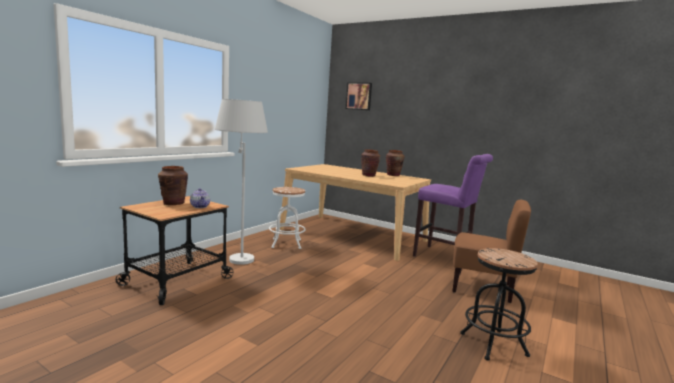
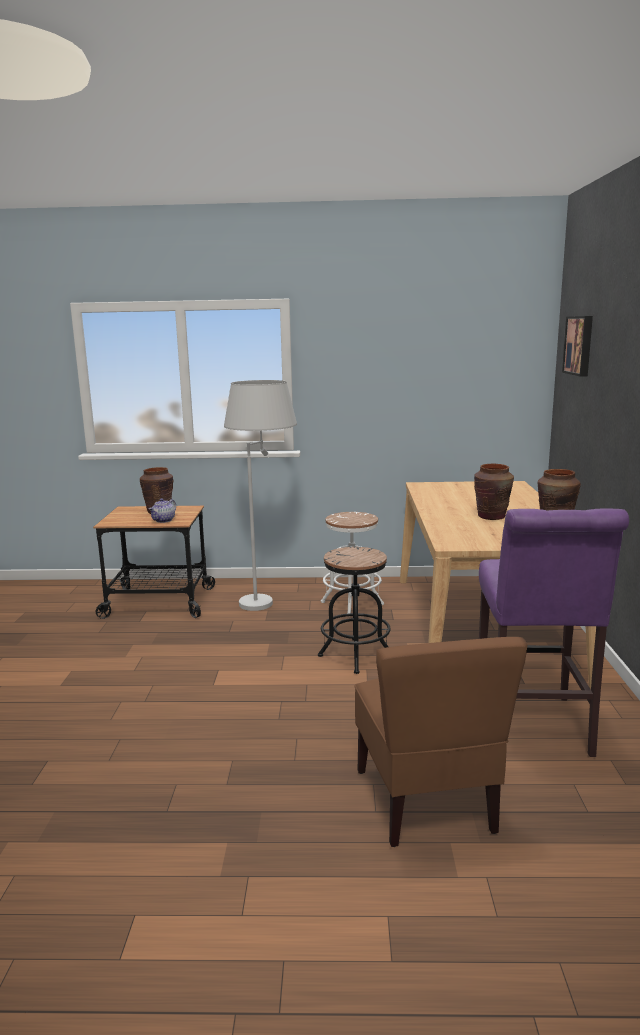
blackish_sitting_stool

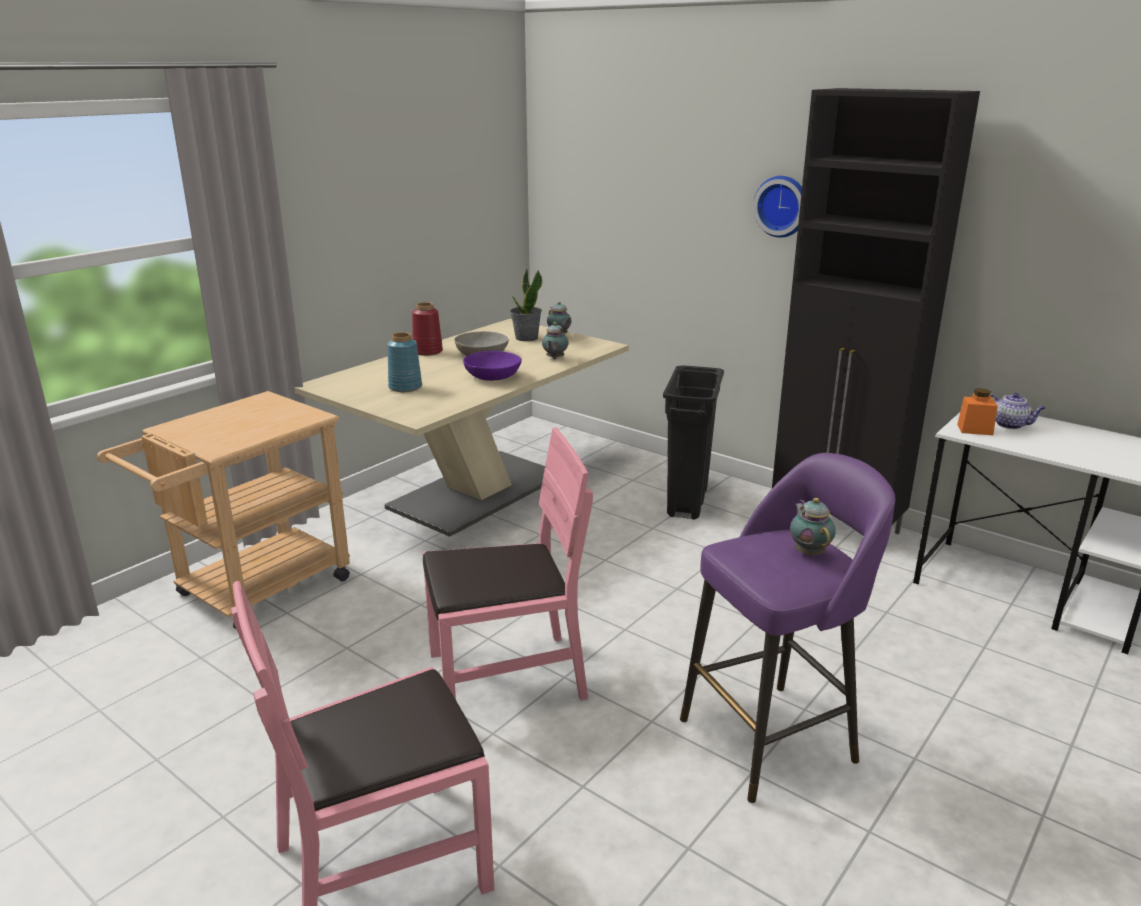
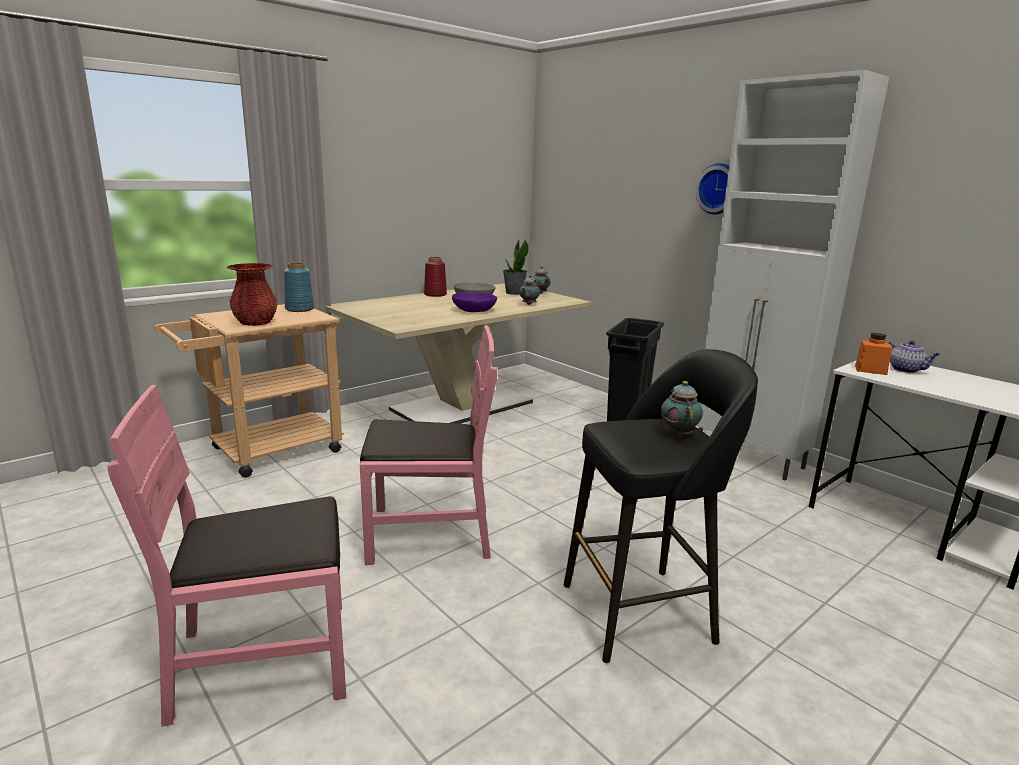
white_cabinet
blue-coloured_flower_vase
blackish_sitting_stool
reddish_flower_vase (no. 1 from left)

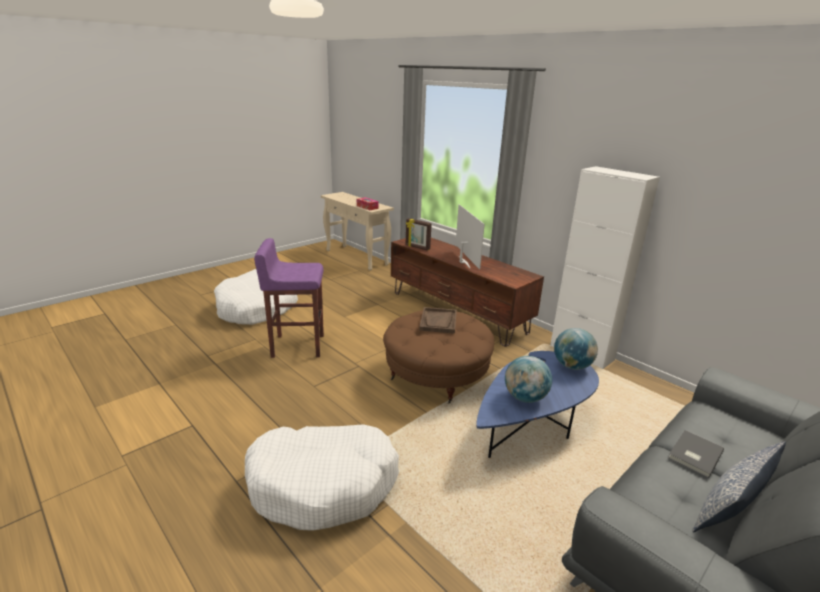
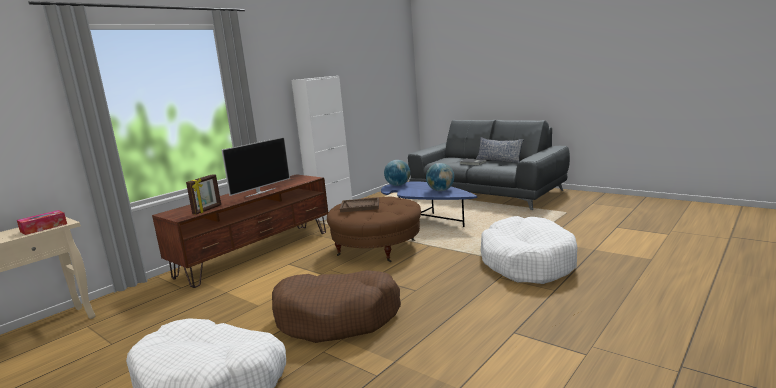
TV_set
brown_pet_bed

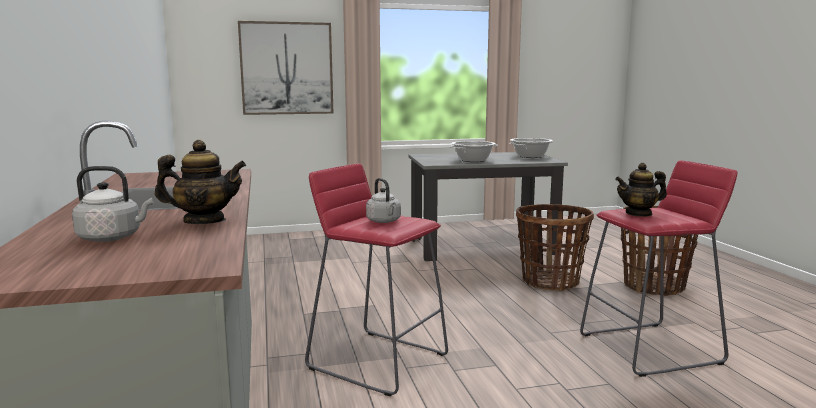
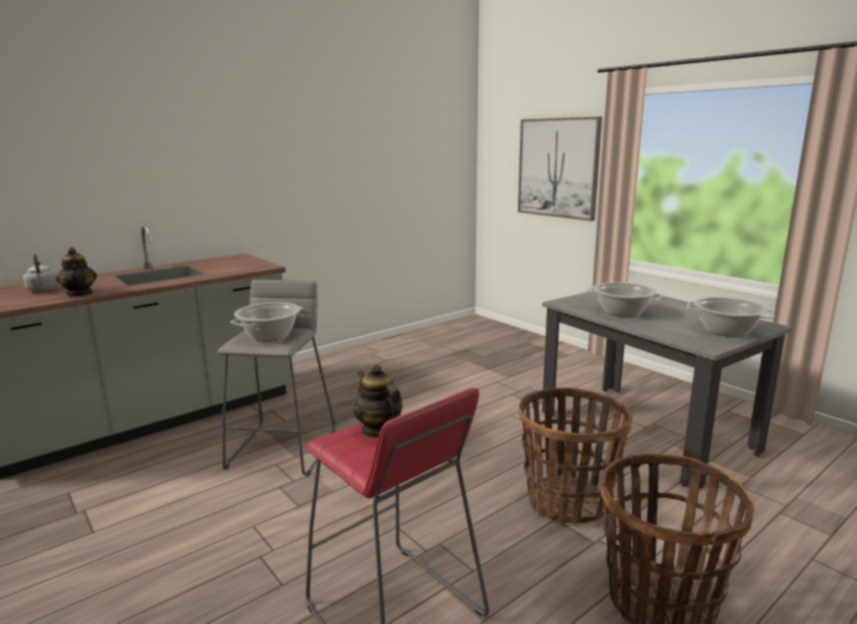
grey_sitting_stool
stockpot (no. 1 from left)

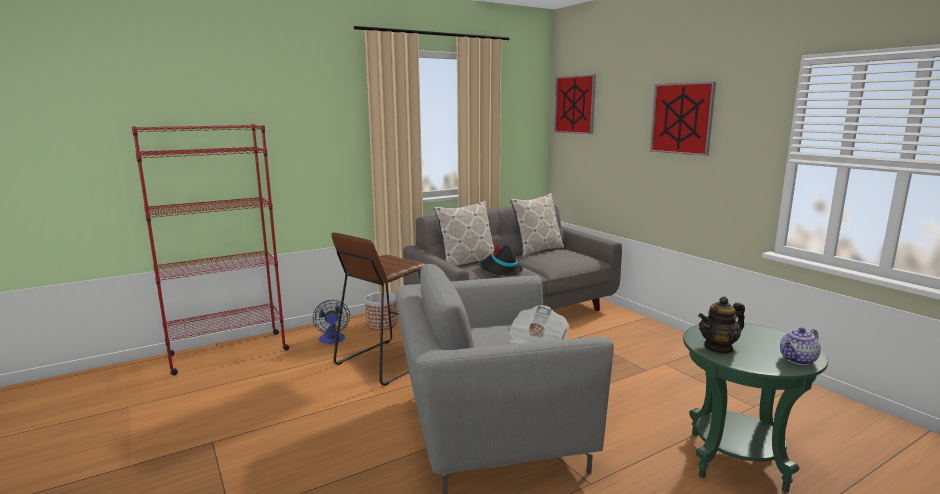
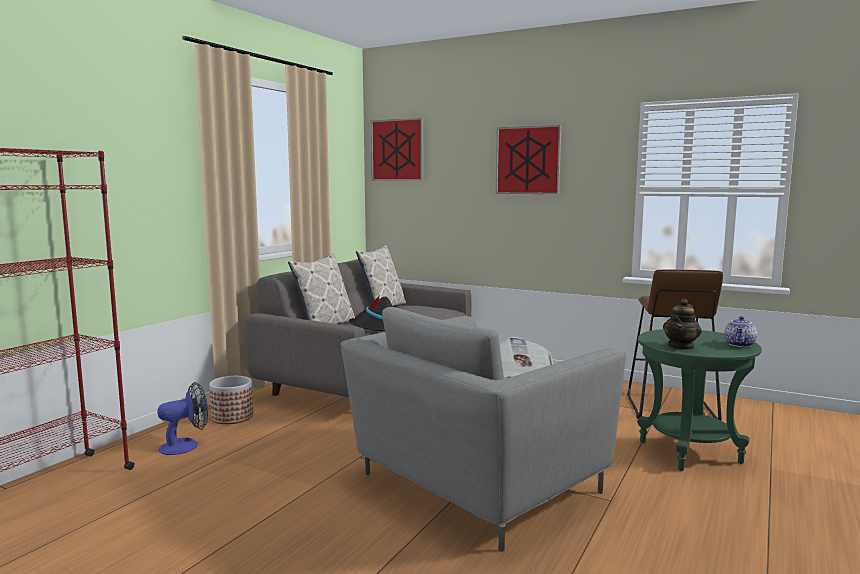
brown_sitting_stool
fan

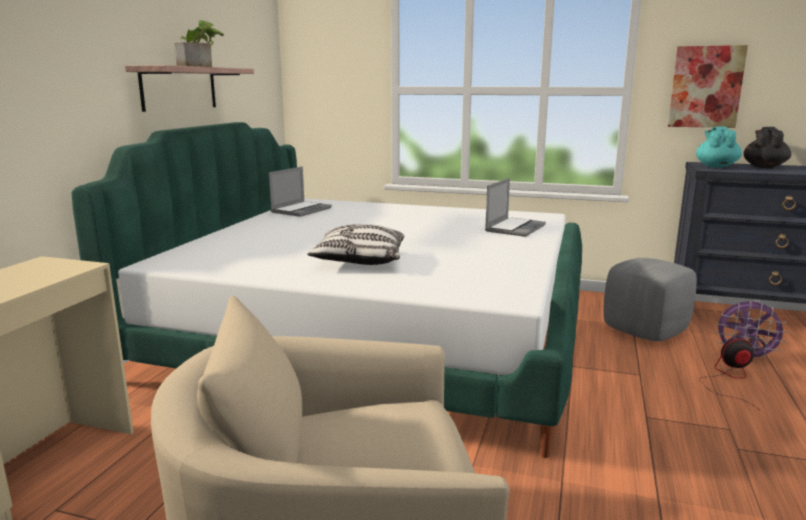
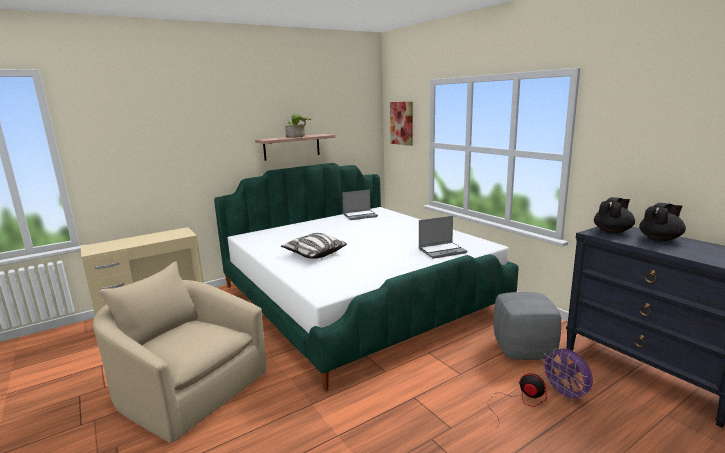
wall_picture
blackish_pot_for_tea (no. 1 from left)

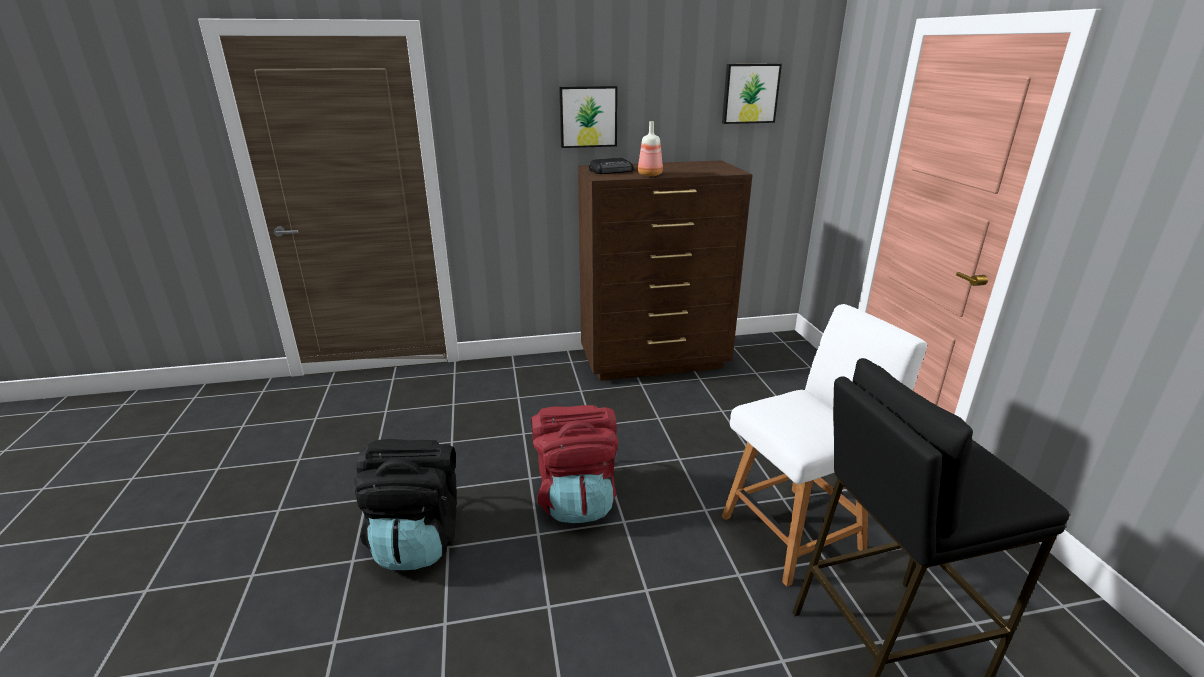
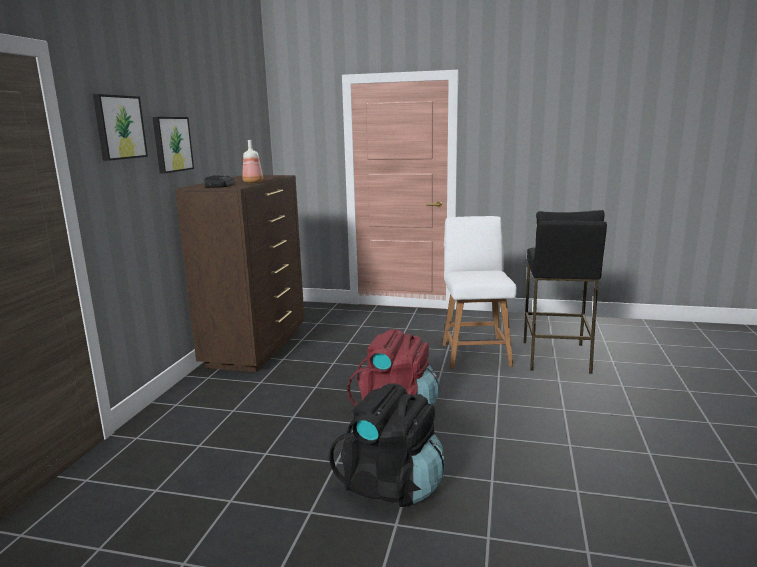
wall_picture (no. 1 from left)

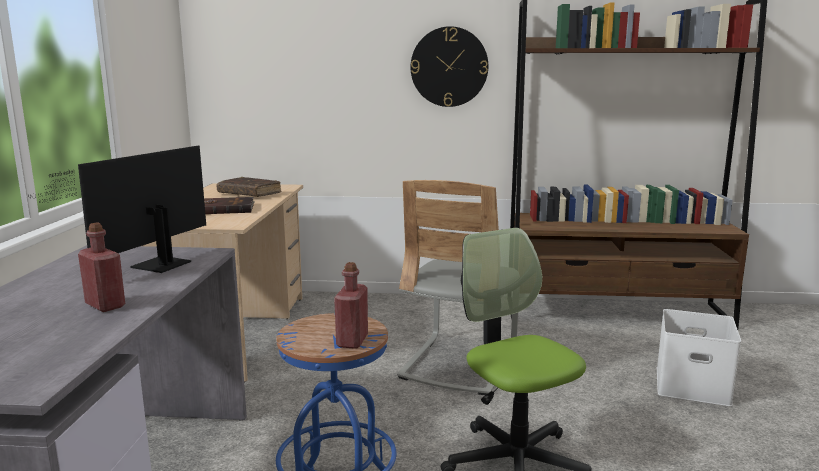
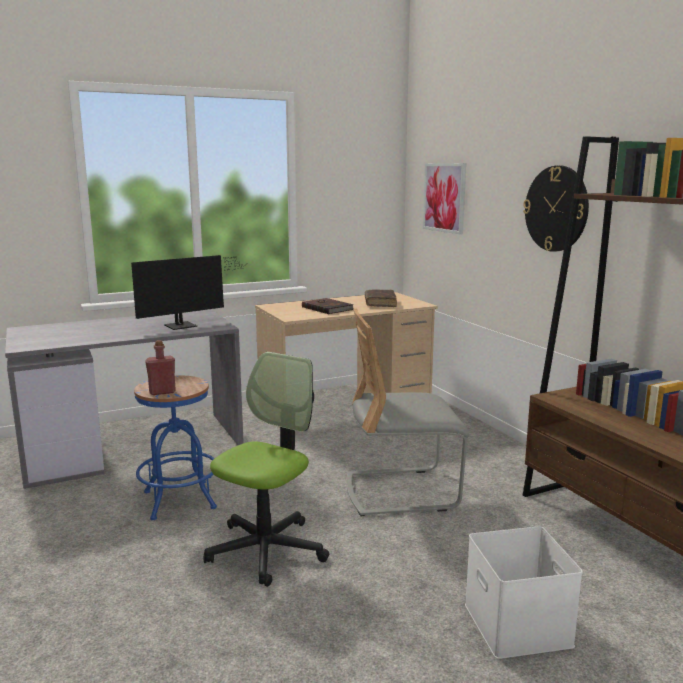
computer_display
reddish_bottle (no. 1 from left in the first image)
wall_picture

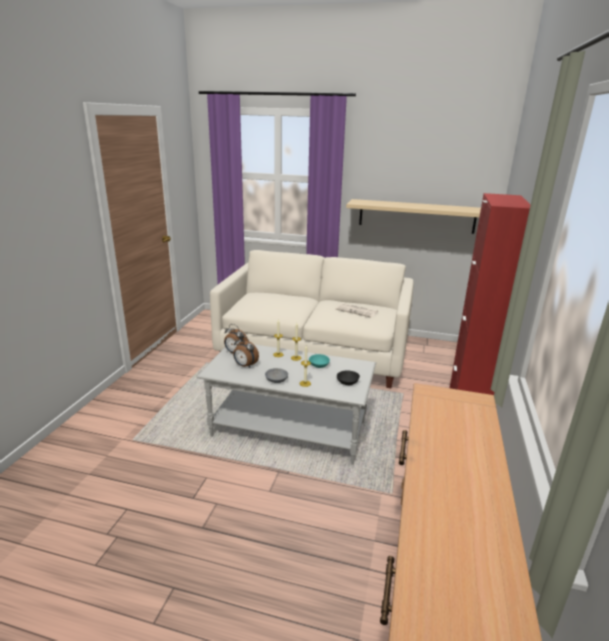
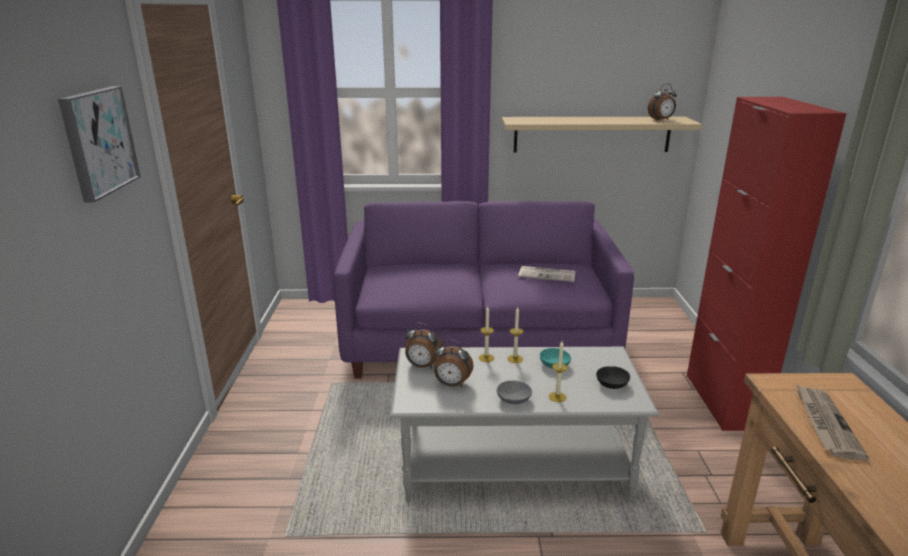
purple_sofa
alarm_clock (no. 3 from left)
wall_picture
newspaper (no. 2 from left)

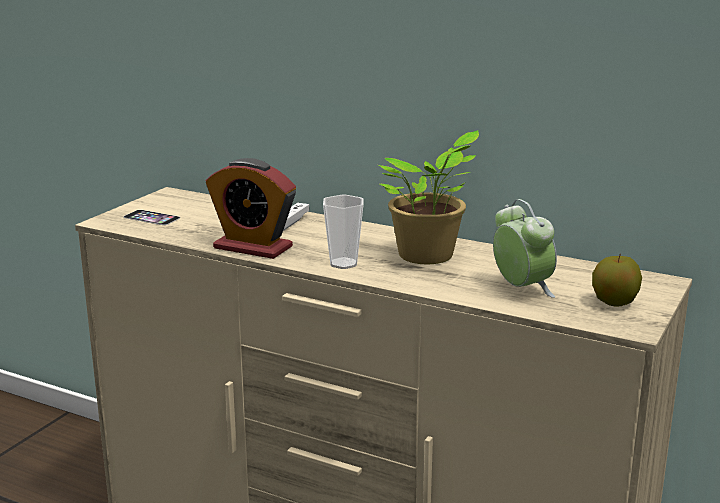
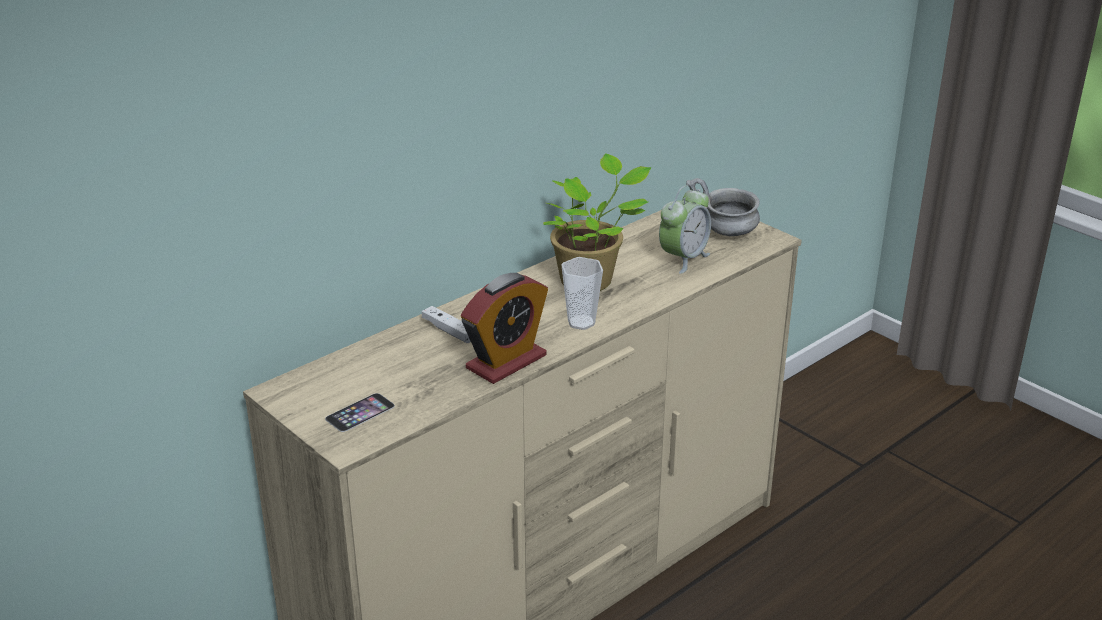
alarm_clock (no. 2 from left)
grey_deep_dish

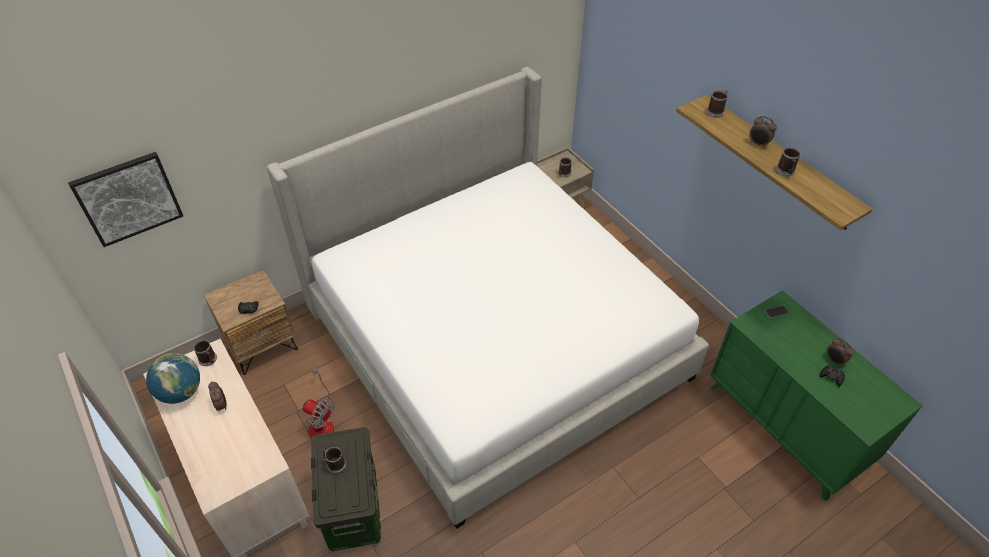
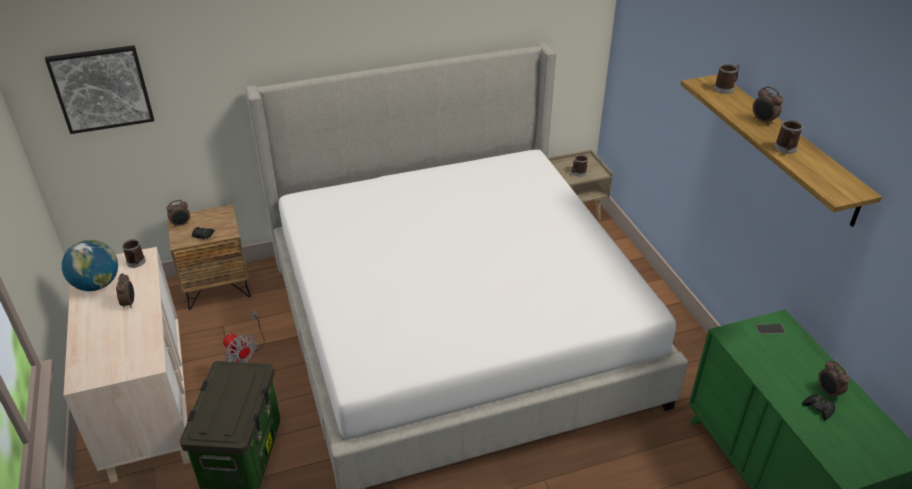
mug (no. 2 from left in the first image)
alarm_clock (no. 2 from left)

